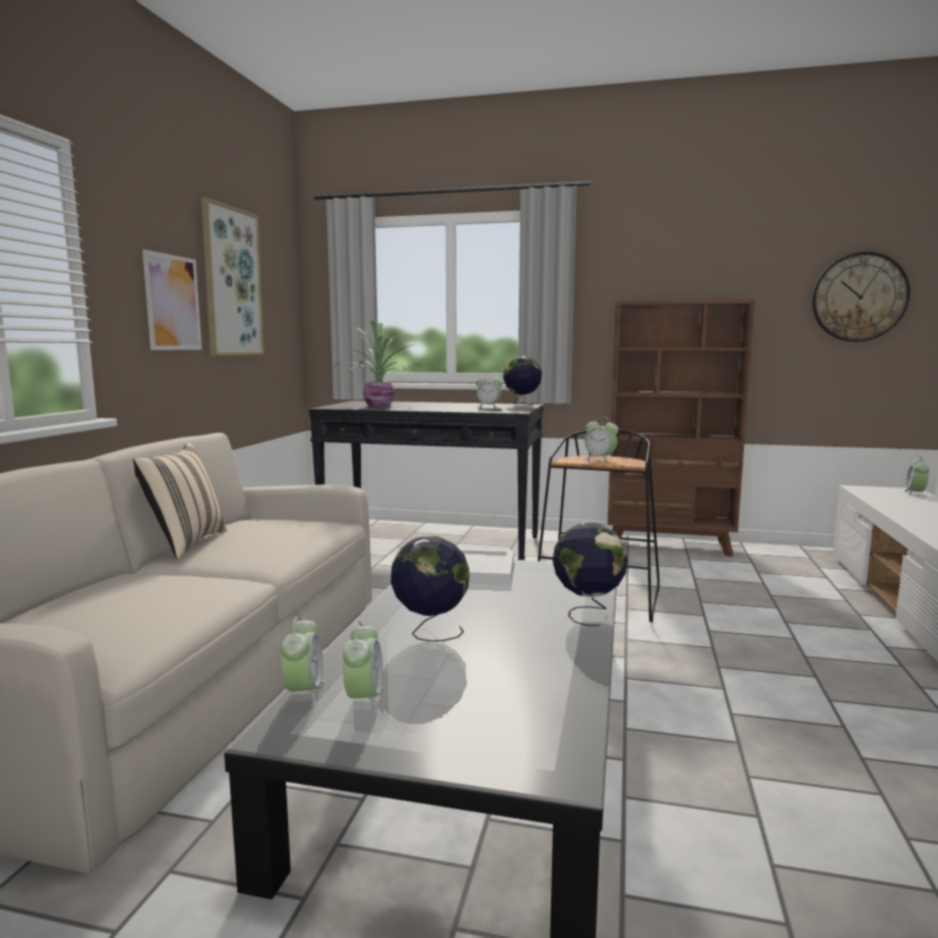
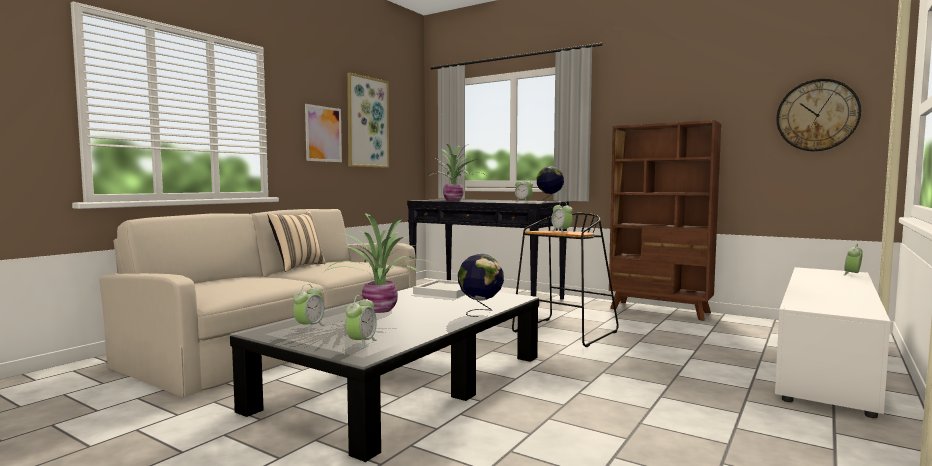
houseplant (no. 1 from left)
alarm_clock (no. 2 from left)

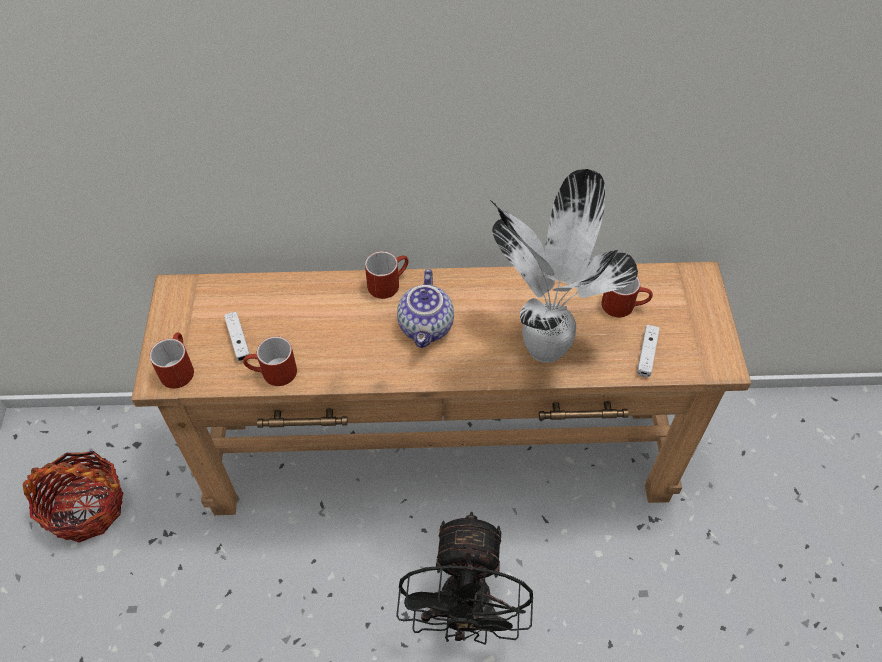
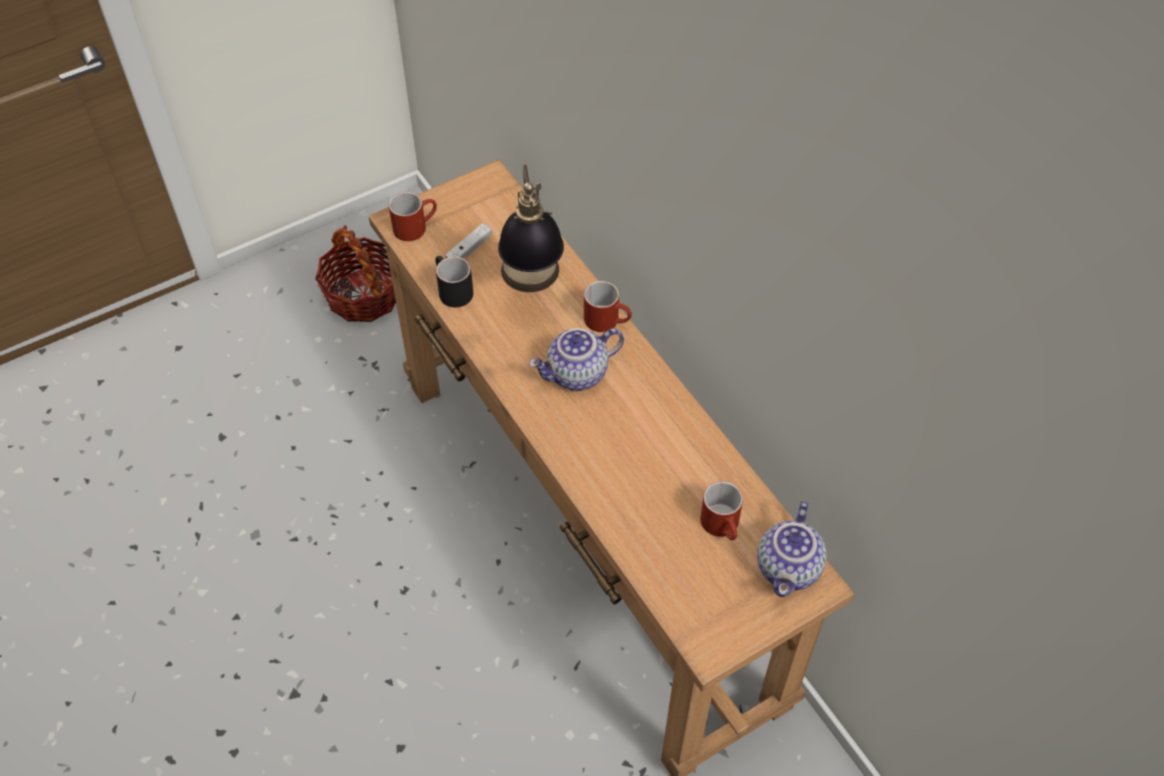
houseplant
white_gamepad (no. 2 from left in the first image)
blackish_mug
blackish_fan
lamp_for_a_table
pot_for_tea (no. 2 from left)

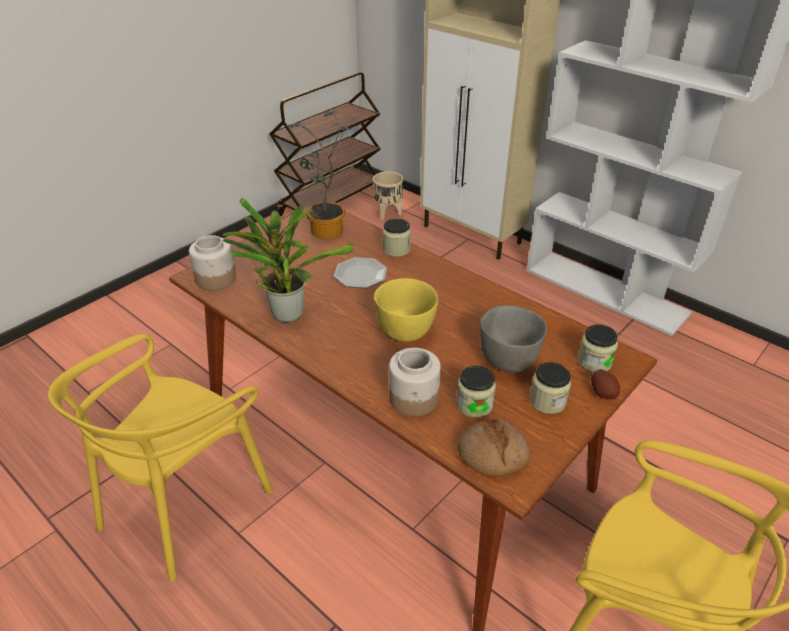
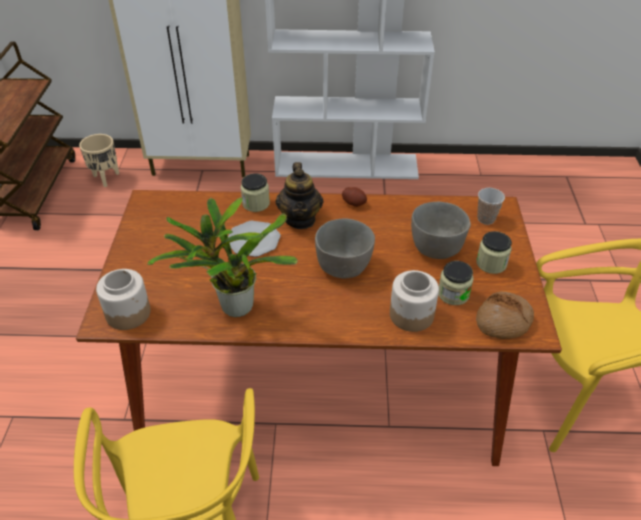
houseplant (no. 2 from left in the first image)
grey_deep_dish (no. 1 from left)
drinking_cup
potato
pot_for_tea

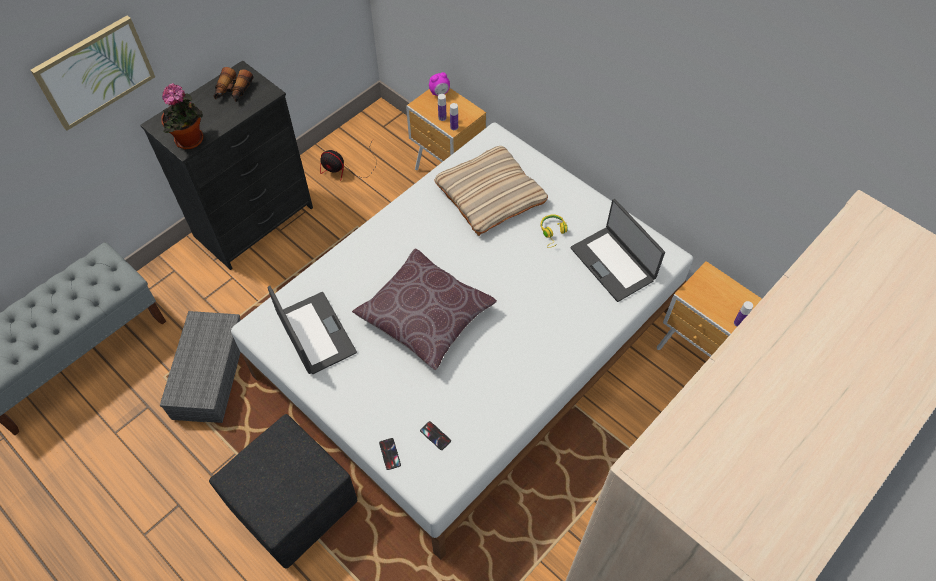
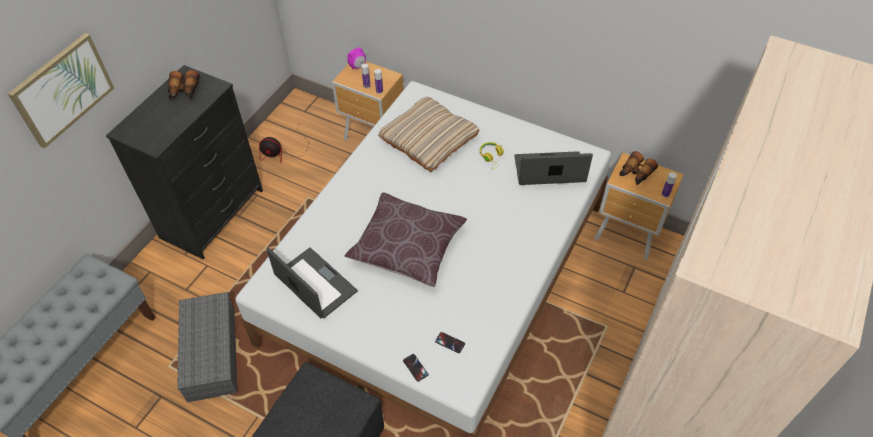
houseplant
laptop (no. 2 from left)
field_glasses (no. 2 from left)

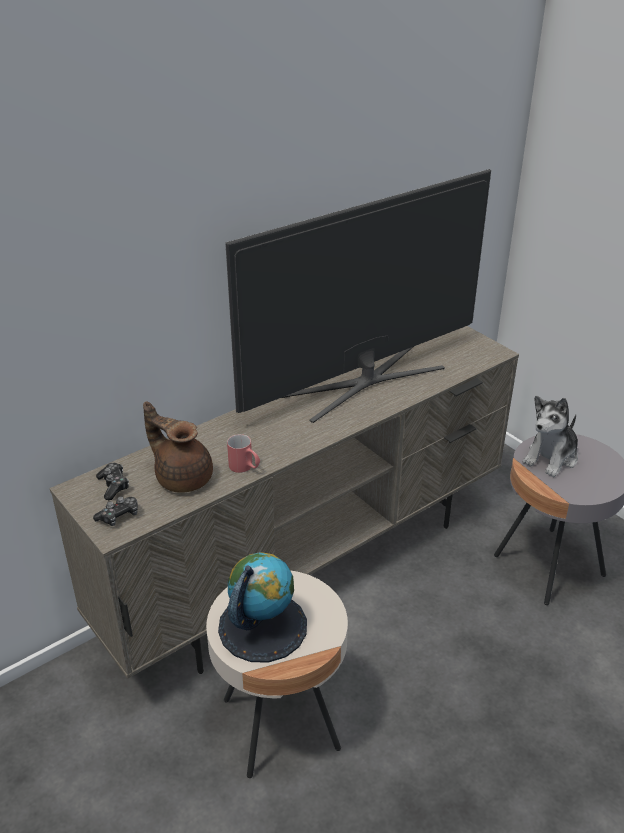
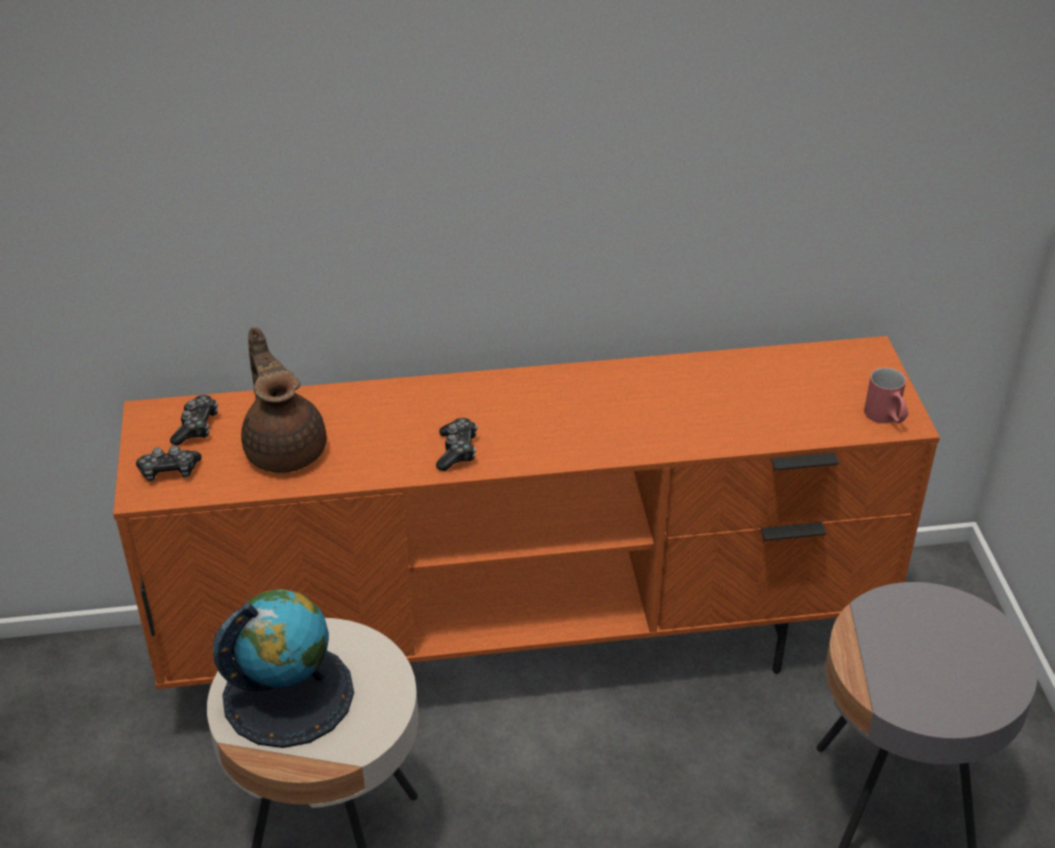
TV_set
orange-coloured_tv_unit
cuddly_toy
reddish_mug
gamepad (no. 3 from left)

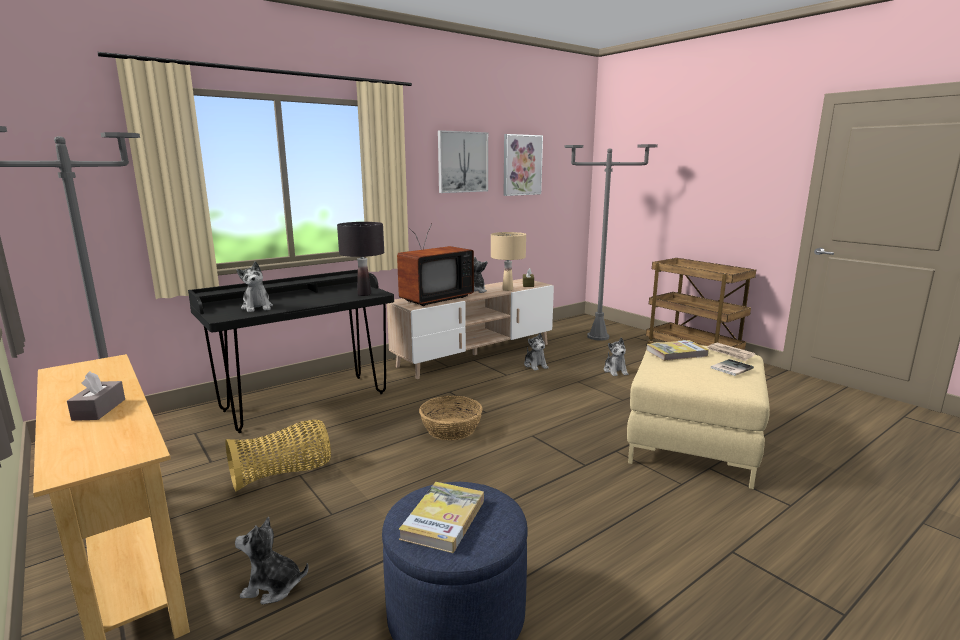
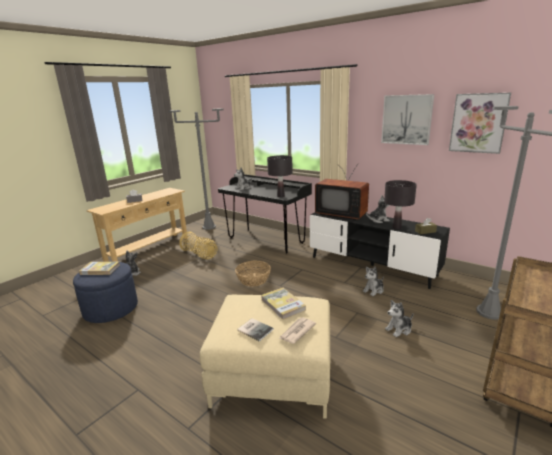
blackish_lamp_for_a_table (no. 2 from left)
blackish_tv_unit

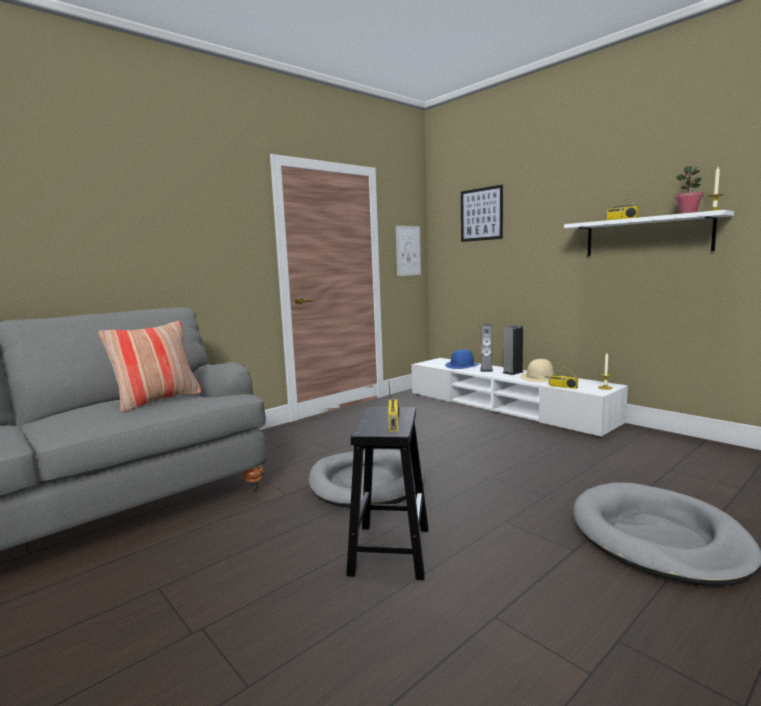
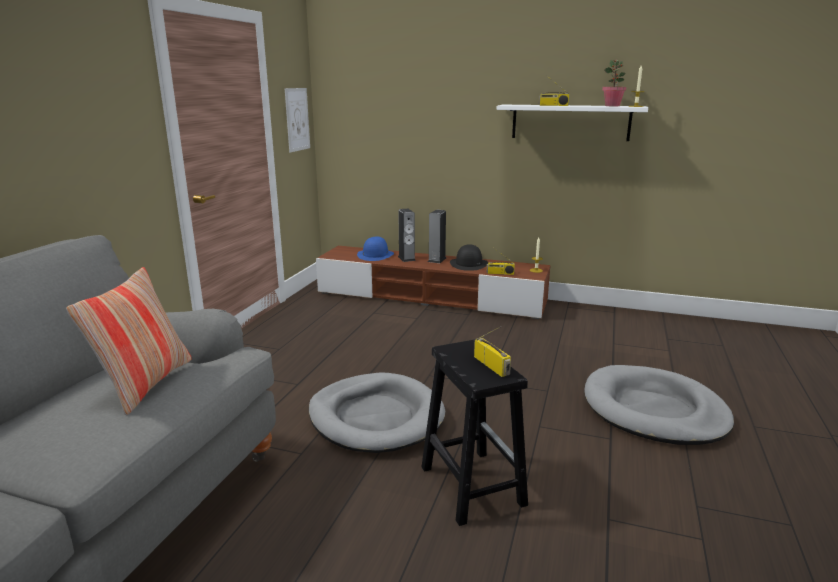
wall_picture (no. 2 from left in the first image)
brown_tv_unit
blackish_clothing_hat

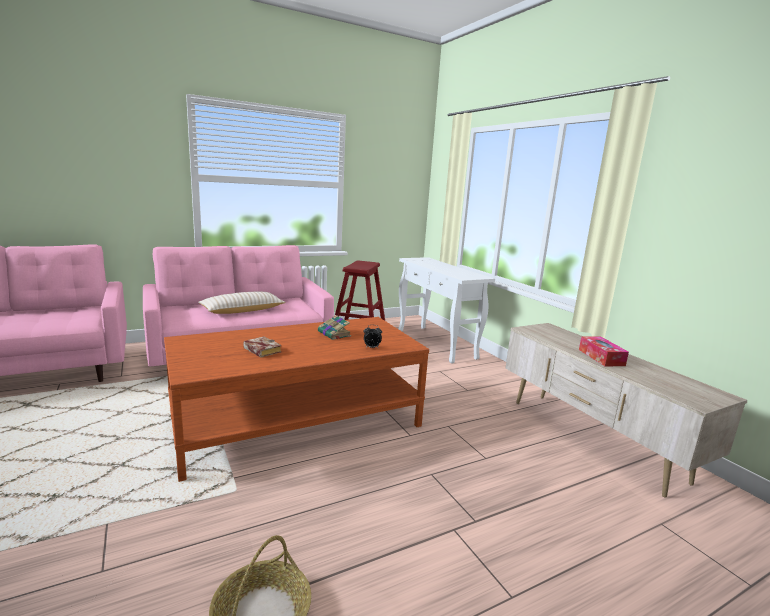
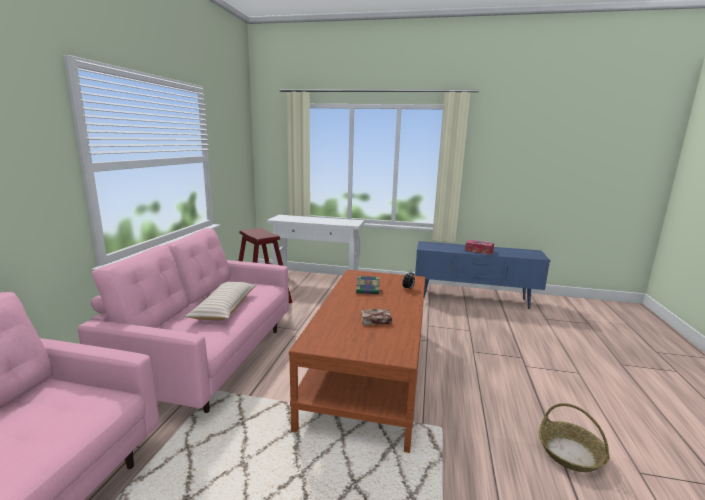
blue-coloured_tv_unit

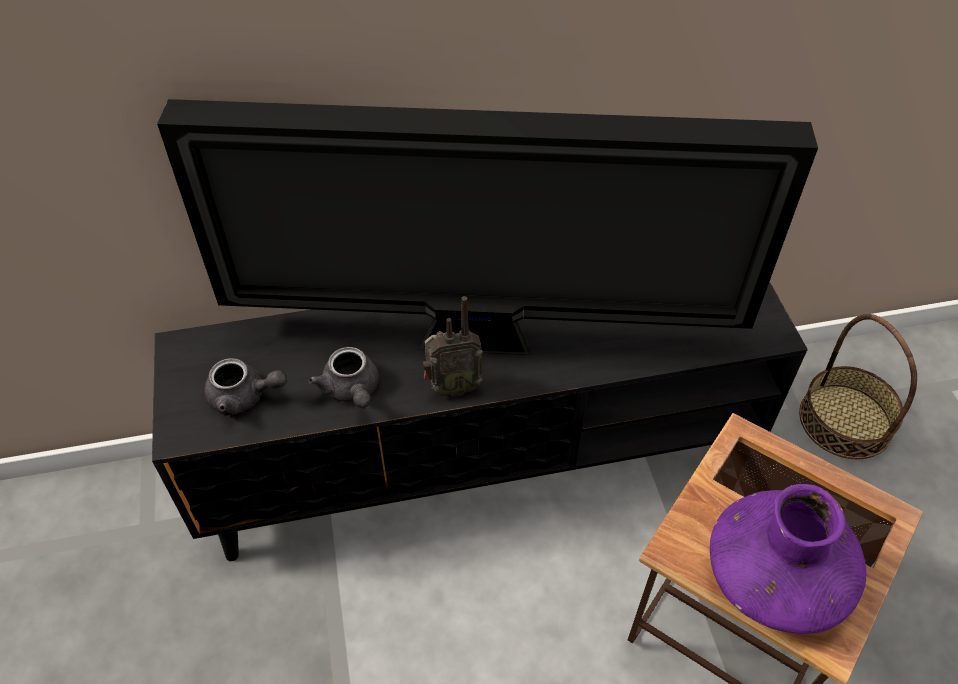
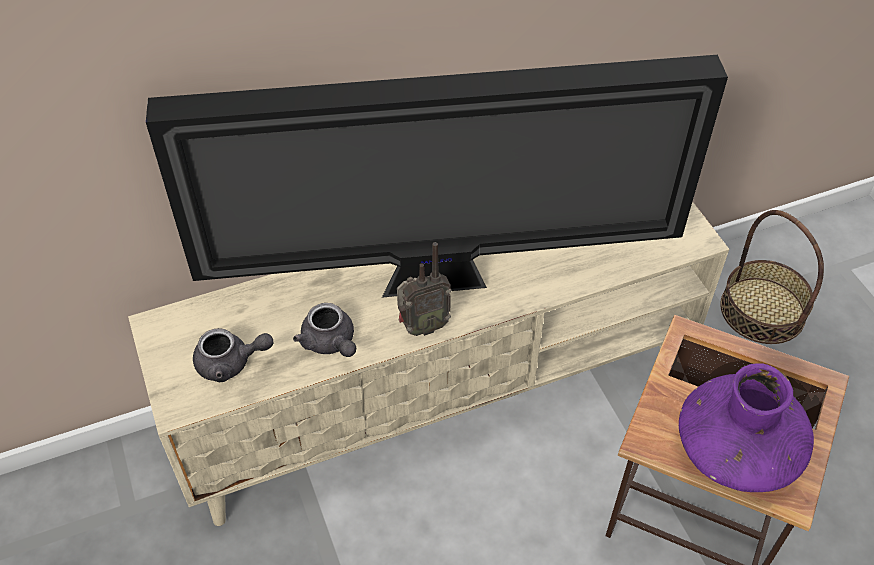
beige-coloured_tv_unit

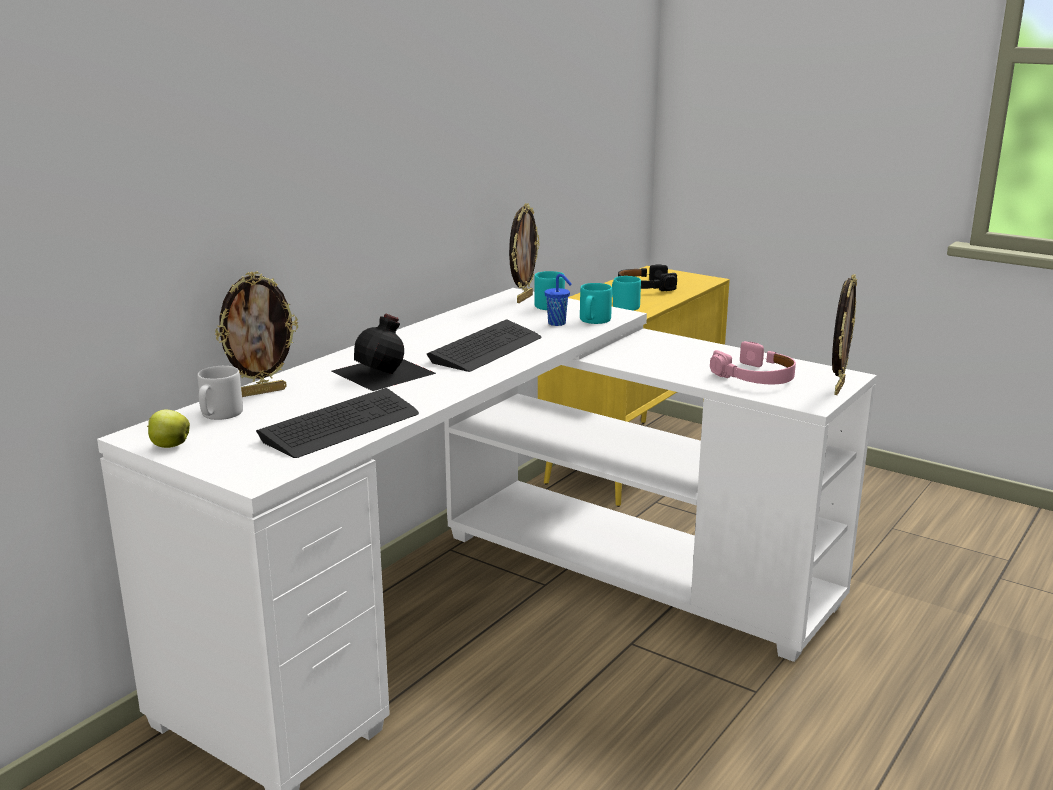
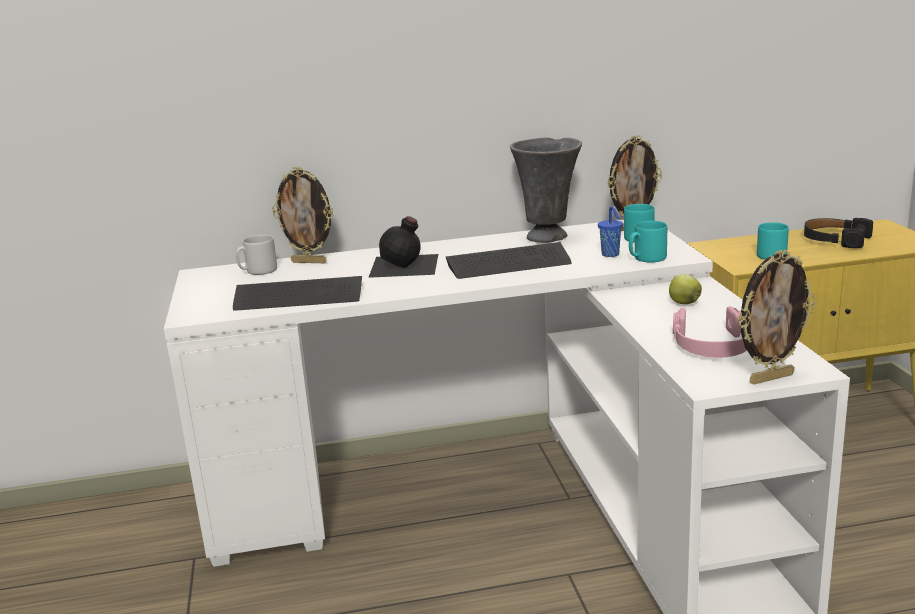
apple_fruit
grey_flower_vase

